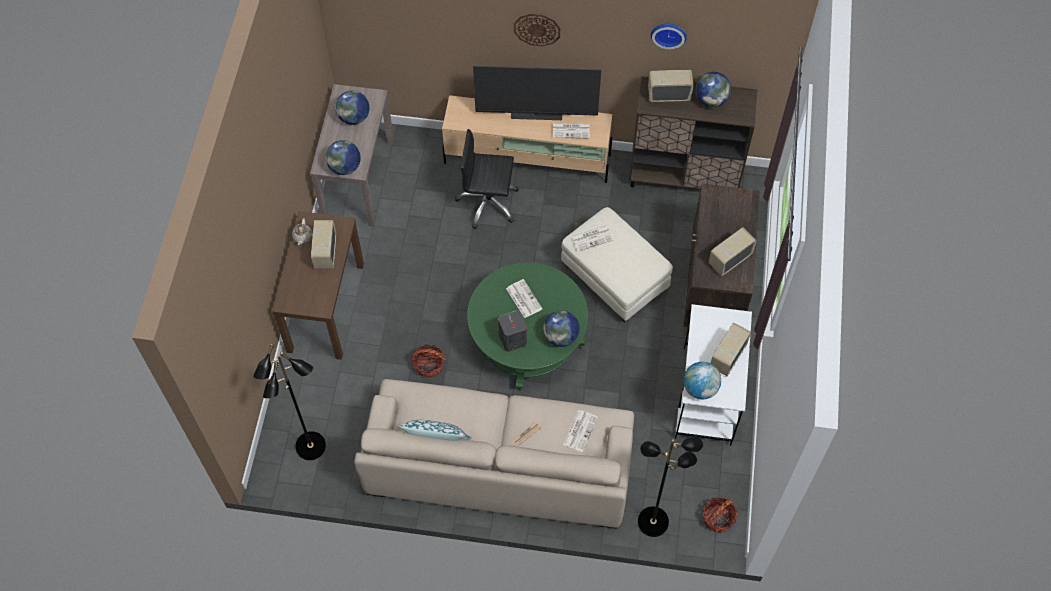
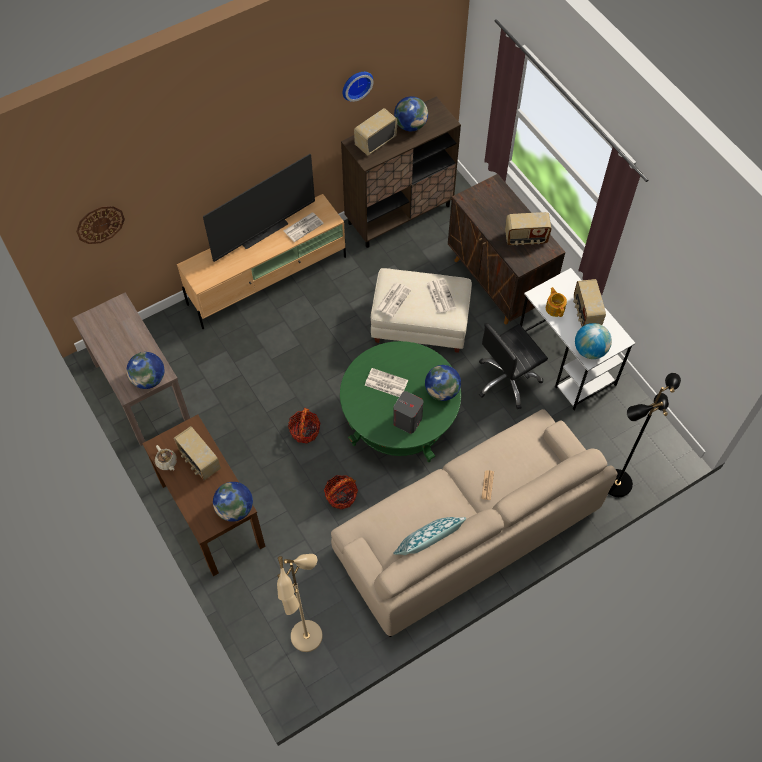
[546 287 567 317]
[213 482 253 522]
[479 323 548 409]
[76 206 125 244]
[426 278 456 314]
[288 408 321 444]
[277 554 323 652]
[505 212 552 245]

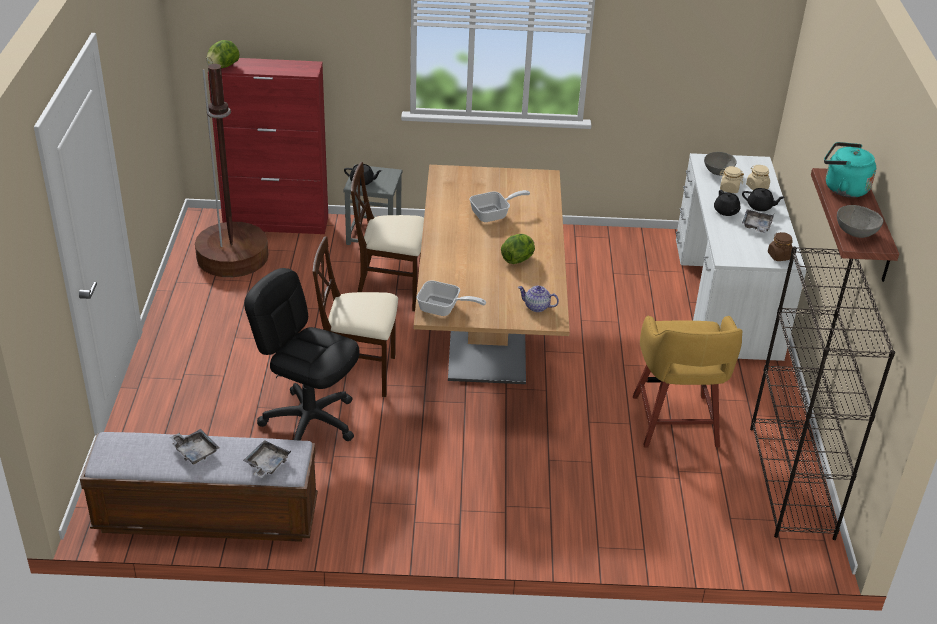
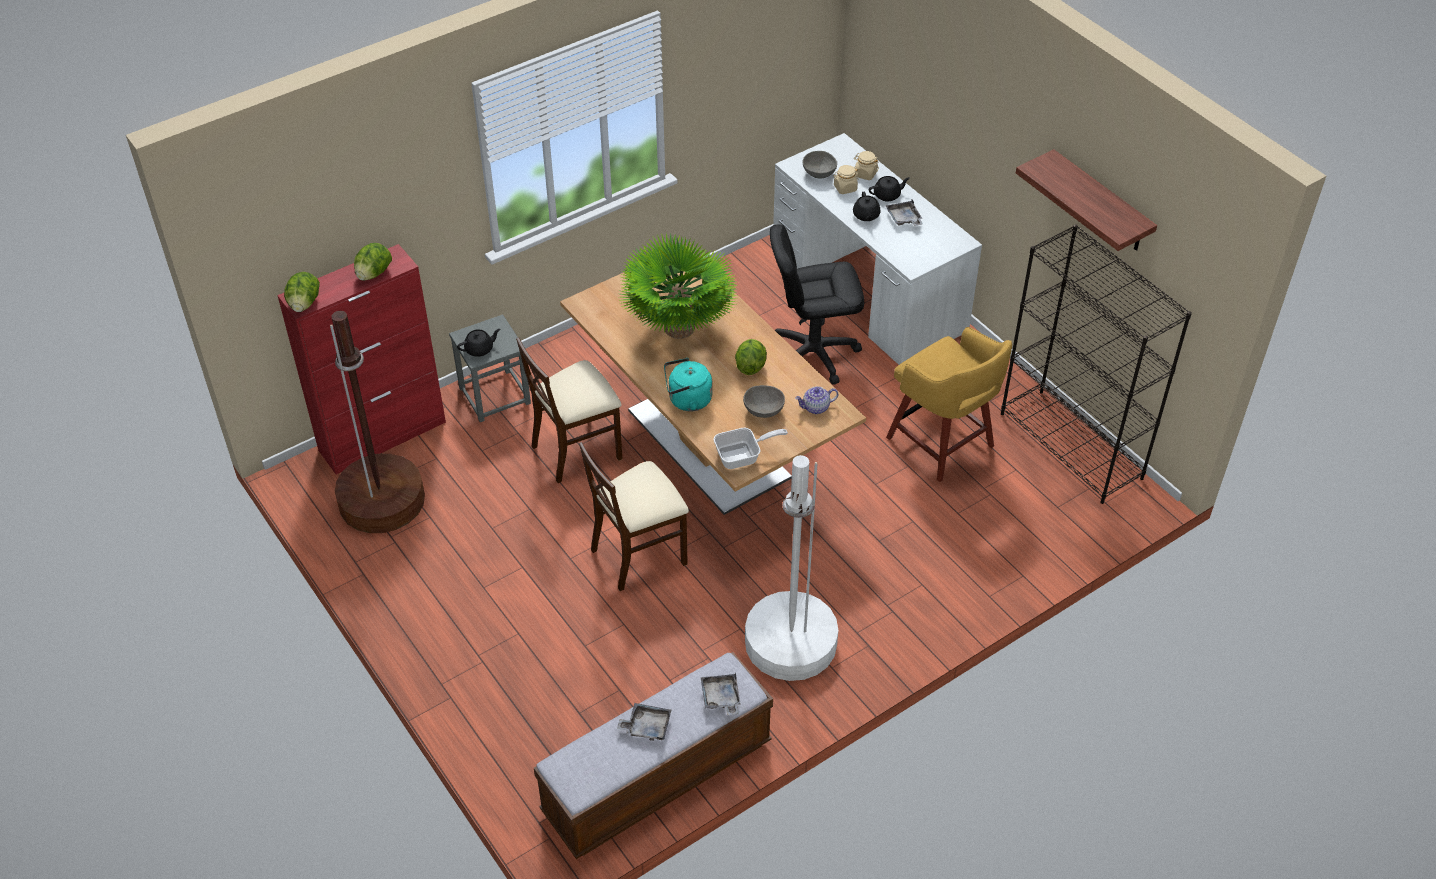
[768 232 793 261] (first image)
[354 243 392 281]
[745 455 838 681]
[770 225 864 384]
[664 358 713 411]
[743 385 785 418]
[619 233 738 339]
[853 192 881 221]

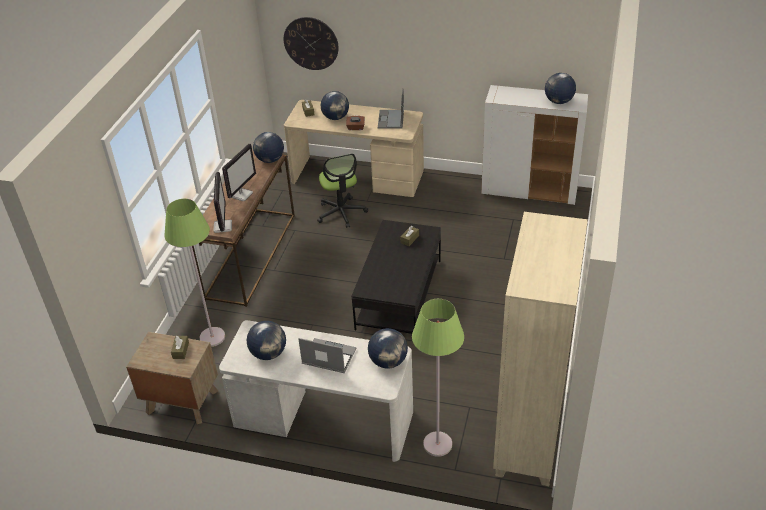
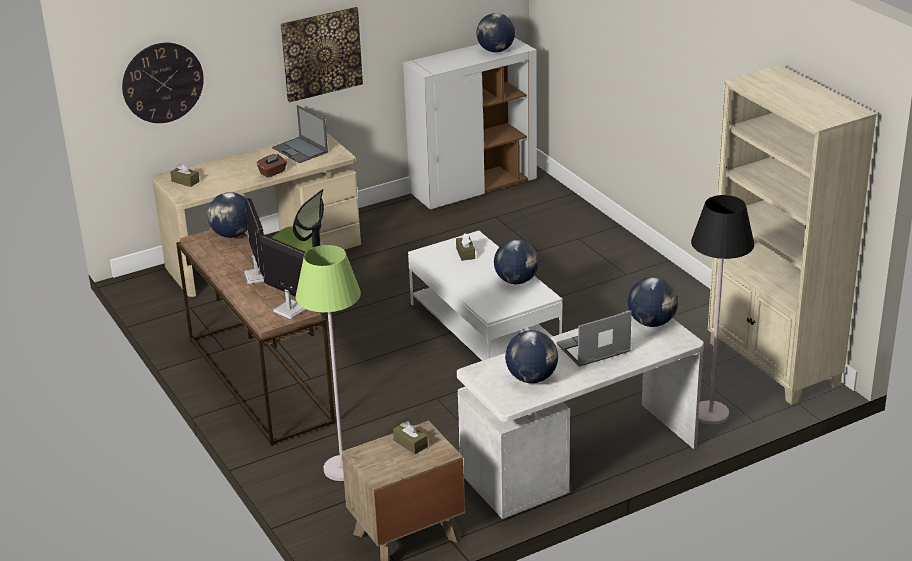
[280 7 363 102]
[494 240 539 284]
[408 231 562 361]
[691 195 754 425]

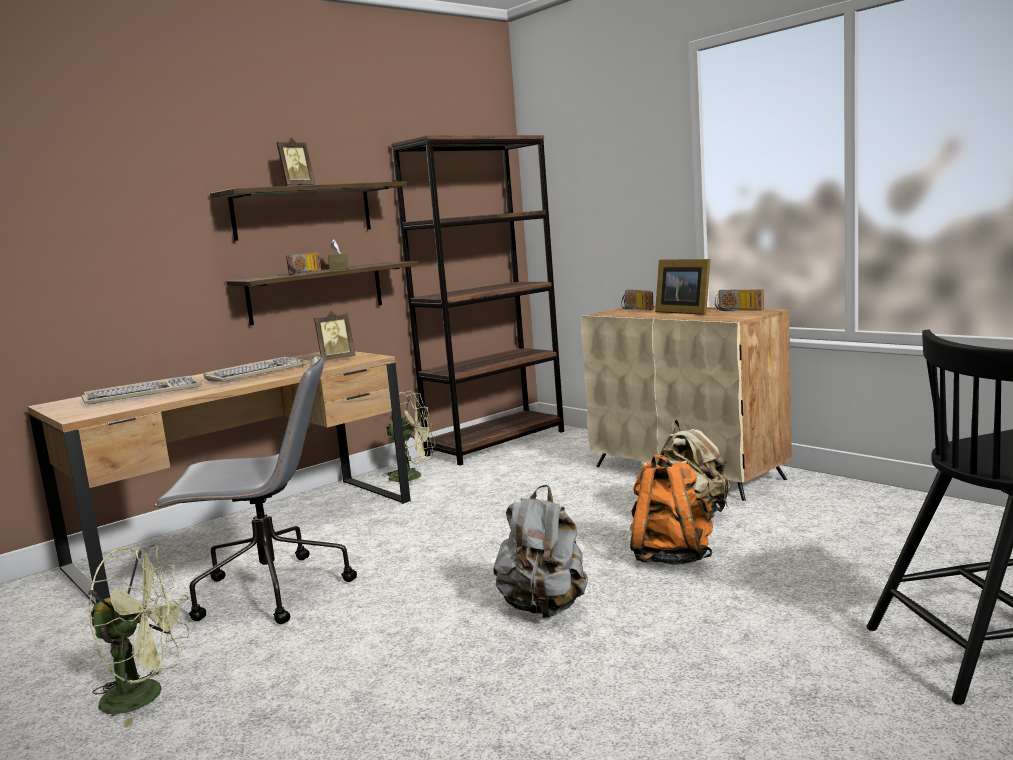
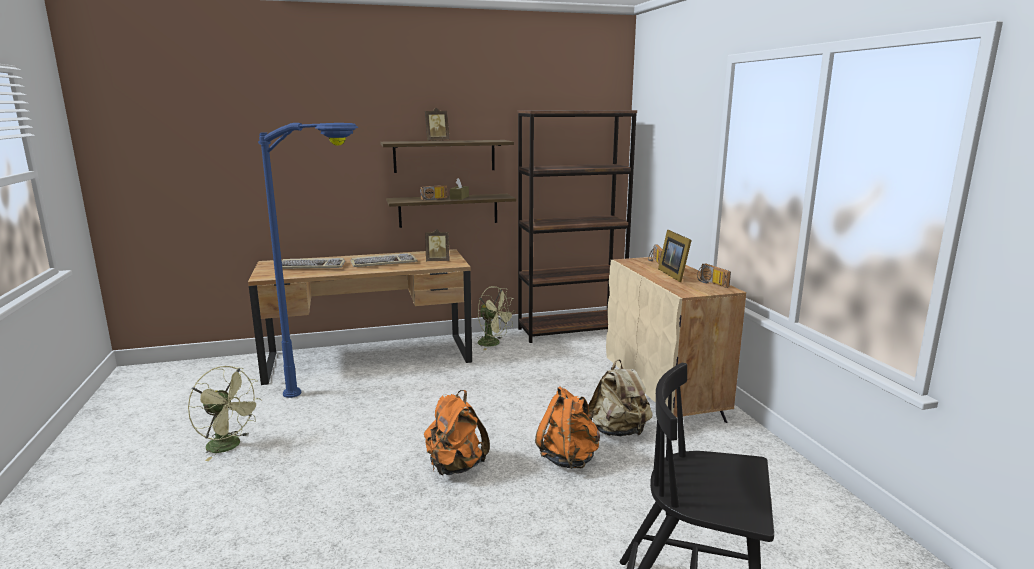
[258 123 358 398]
[424 390 490 476]

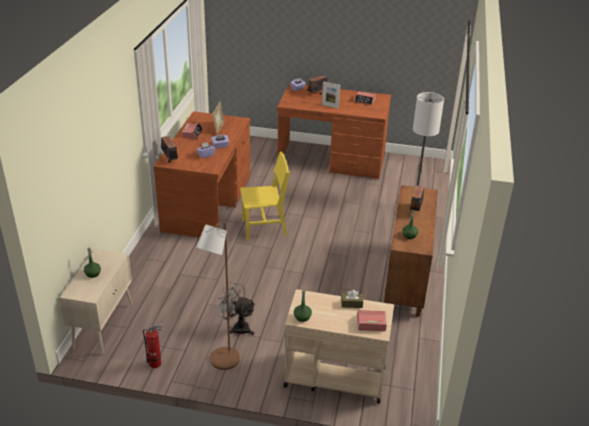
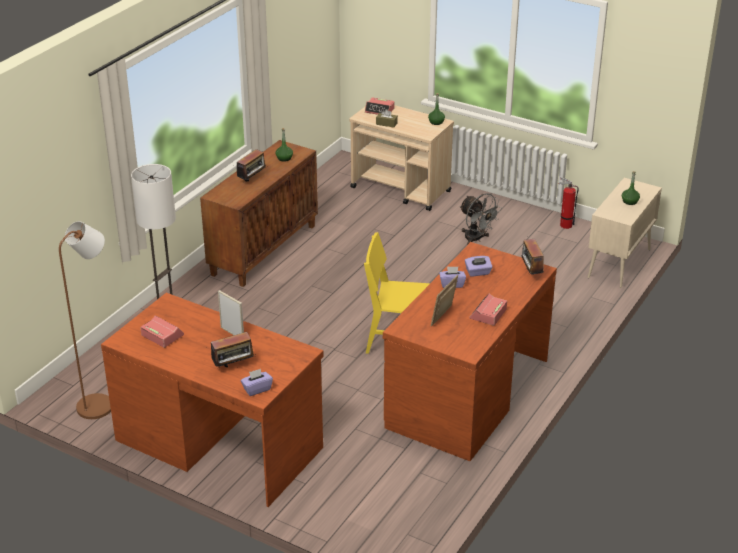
[59 221 111 419]

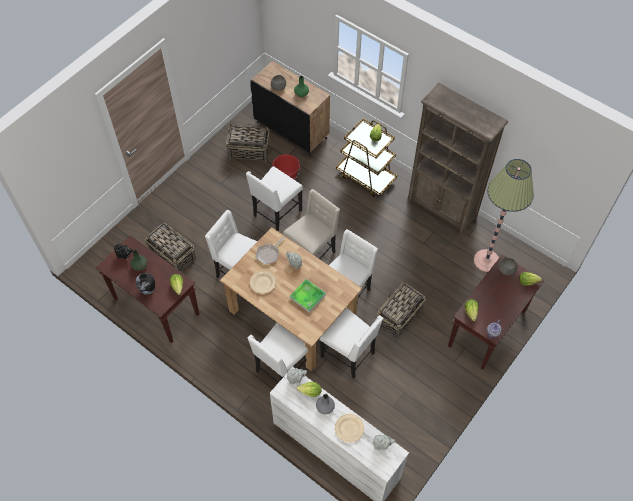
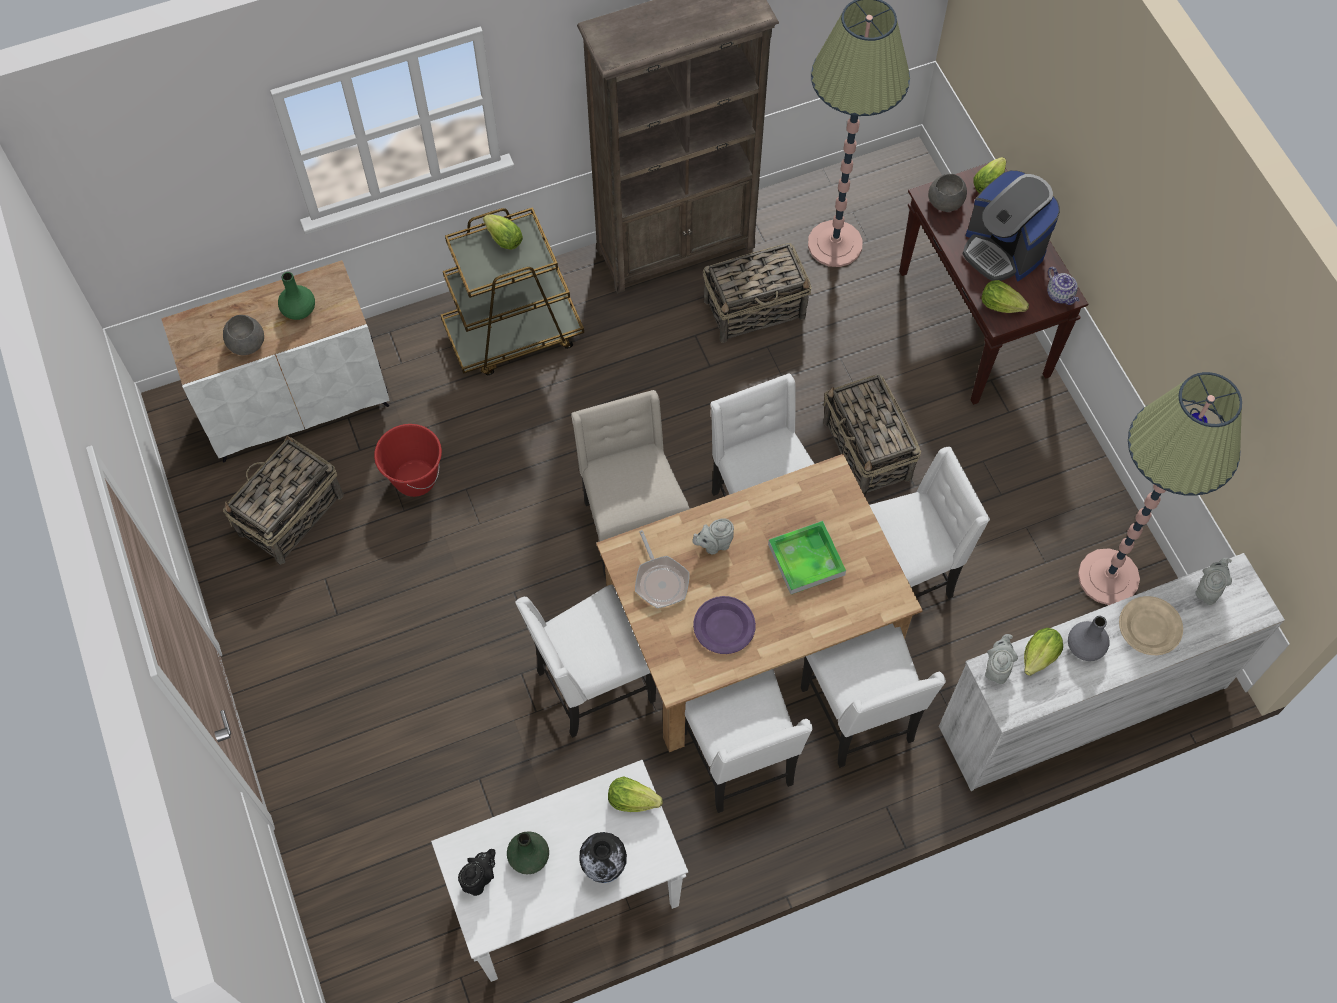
[962 170 1060 281]
[1078 372 1242 605]
[703 243 812 343]
[685 669 813 813]
[431 760 688 982]
[161 260 390 462]
[693 596 756 654]

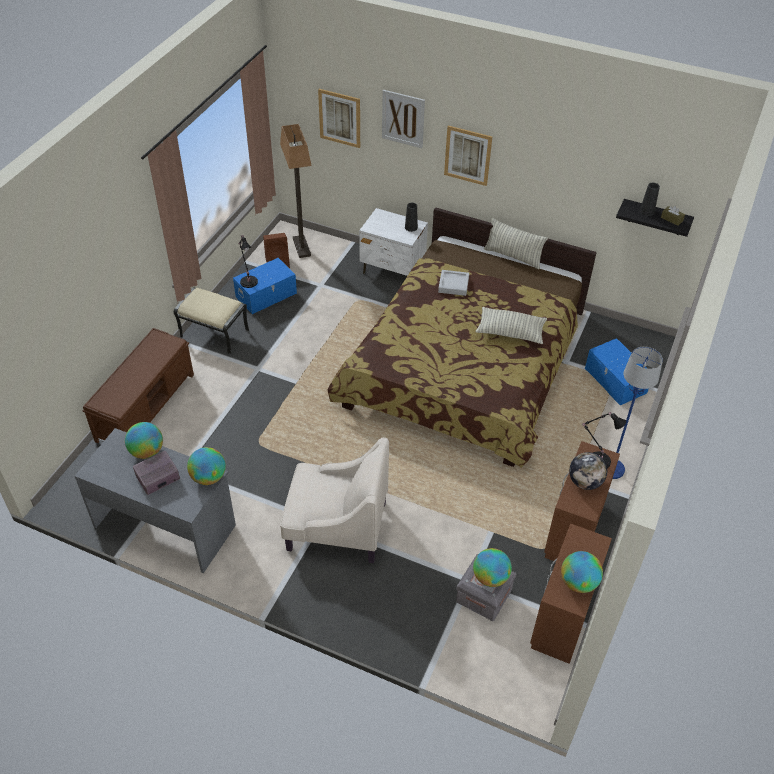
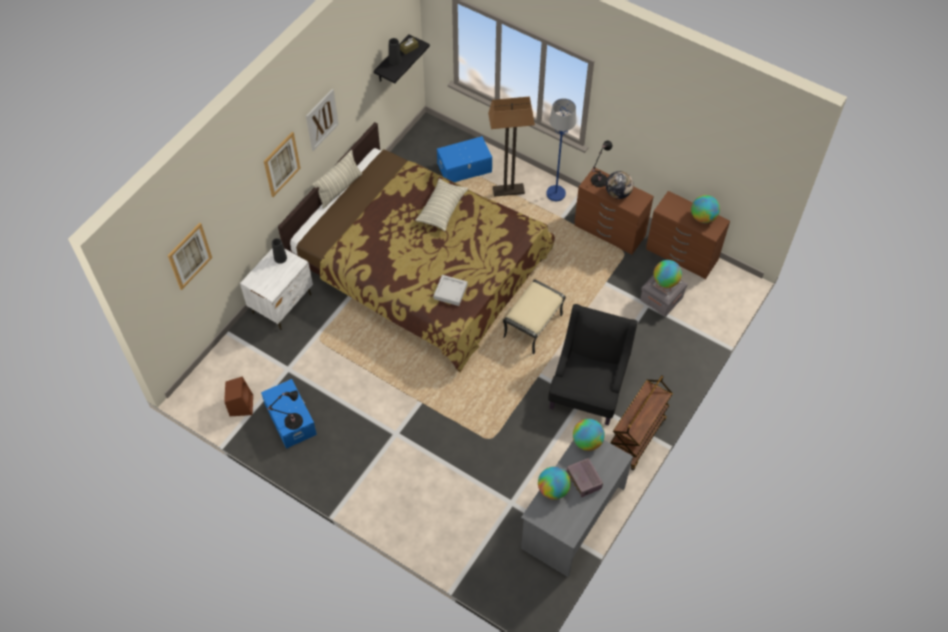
[82 328 194 443] (first image)
[611 375 673 470]
[503 280 566 354]
[488 96 535 197]
[306 89 339 151]
[434 275 467 306]
[548 304 638 426]

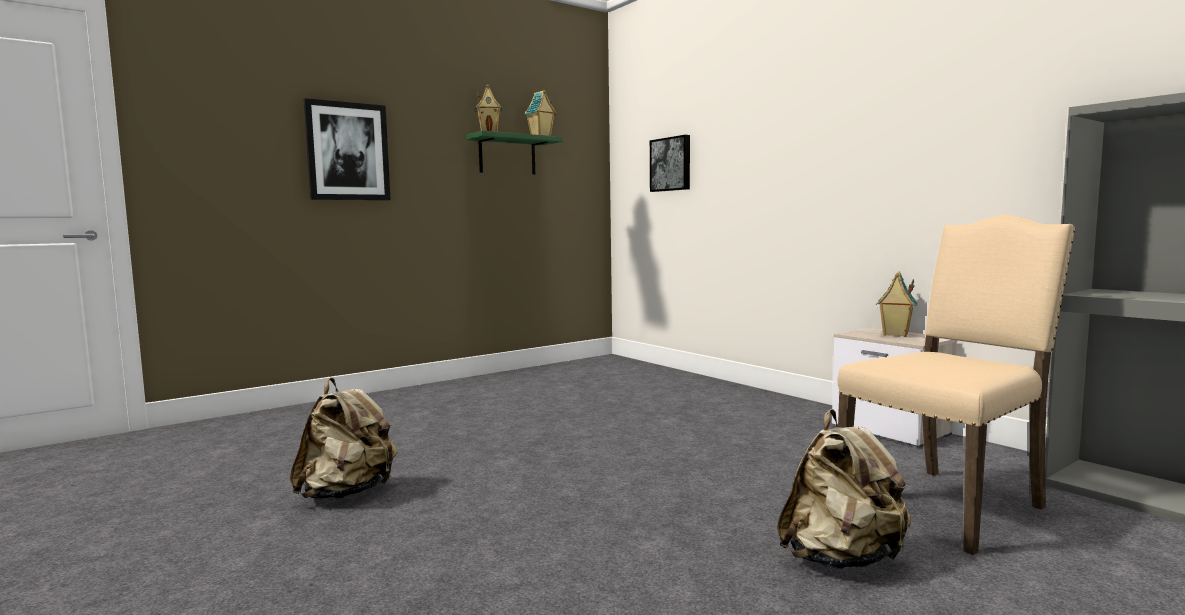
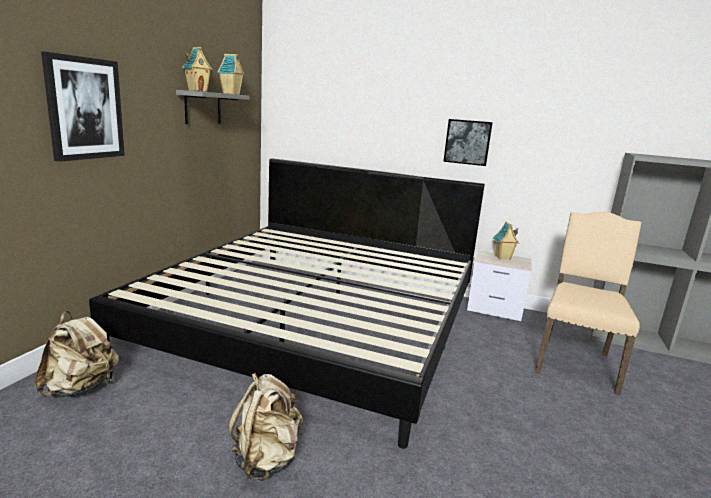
[89 158 485 449]
[443 119 493 166]
[34 311 119 397]
[176 90 250 124]

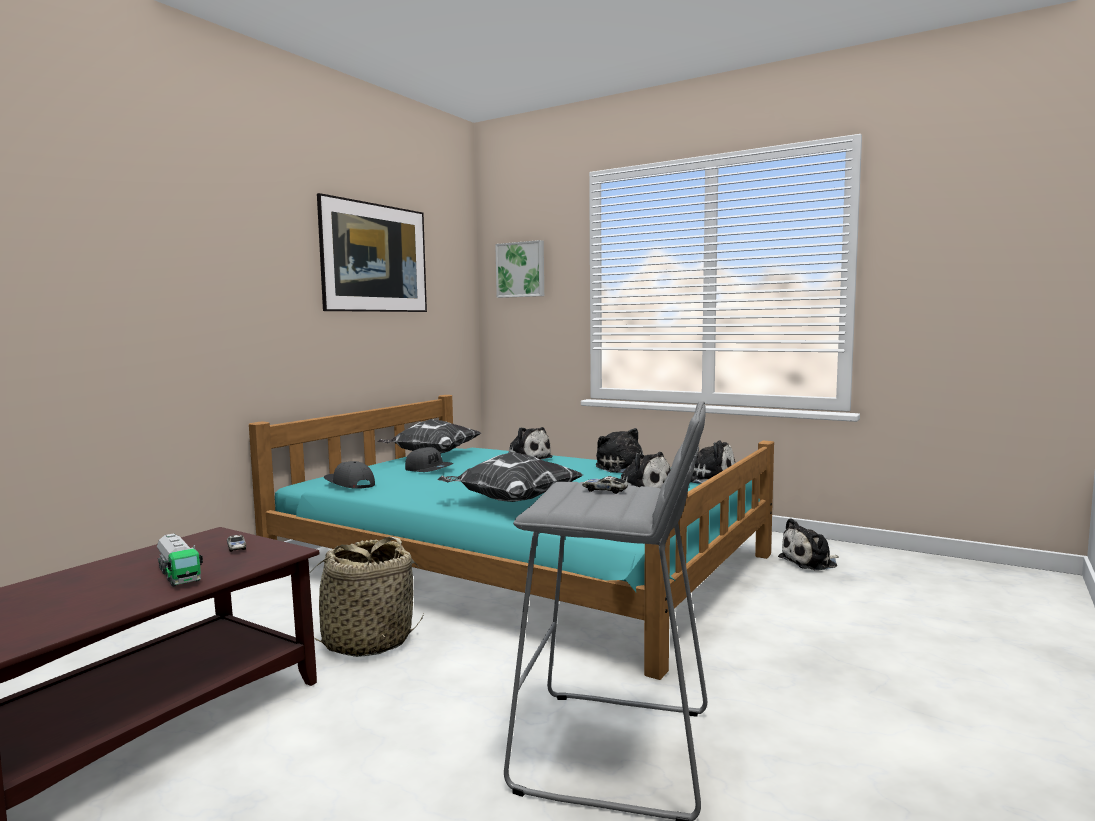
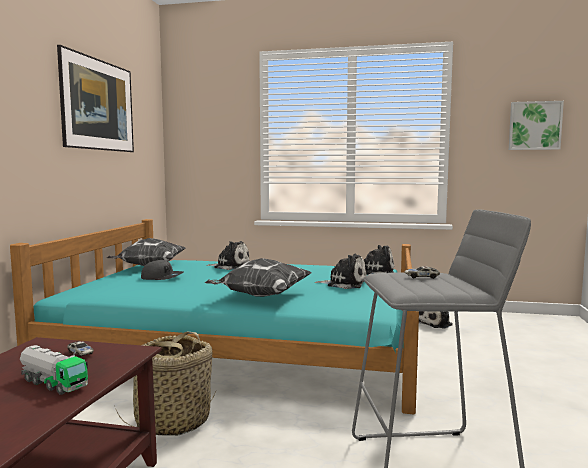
[324 461 375 489] (first image)
[596 428 643 473] (first image)
[509 101 564 150]

